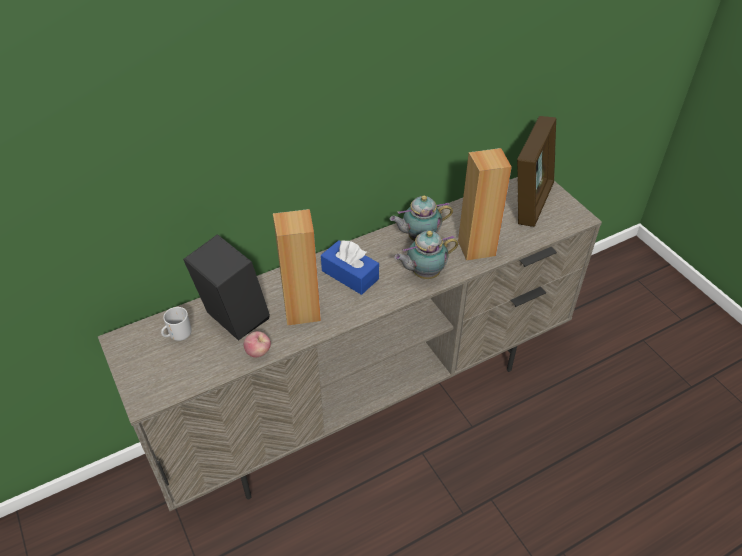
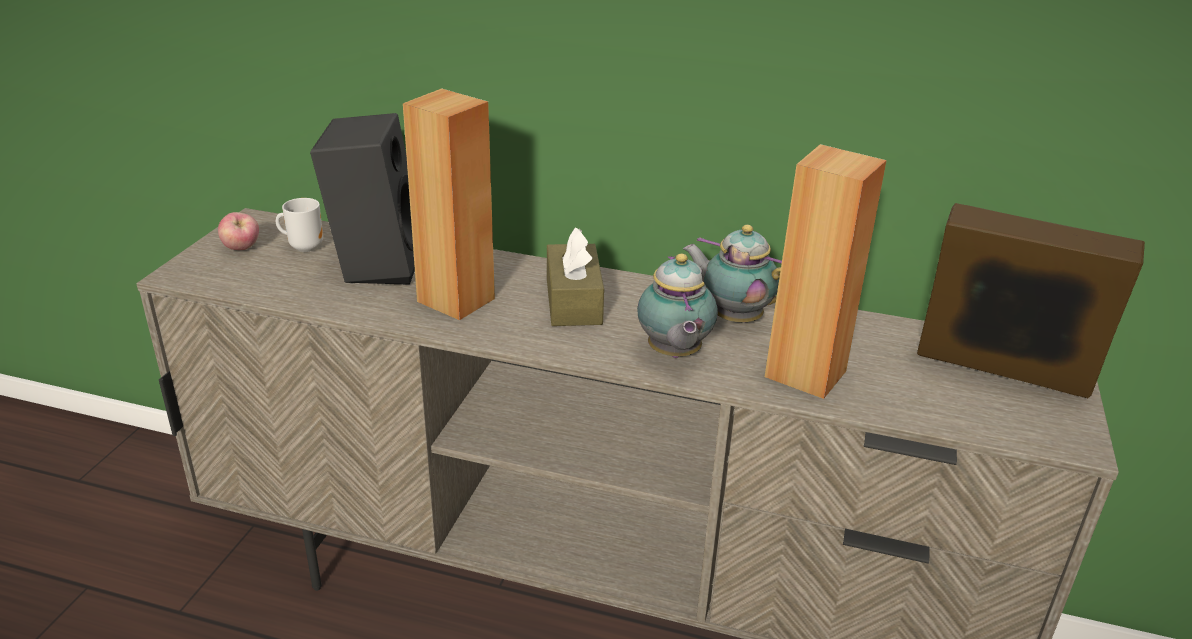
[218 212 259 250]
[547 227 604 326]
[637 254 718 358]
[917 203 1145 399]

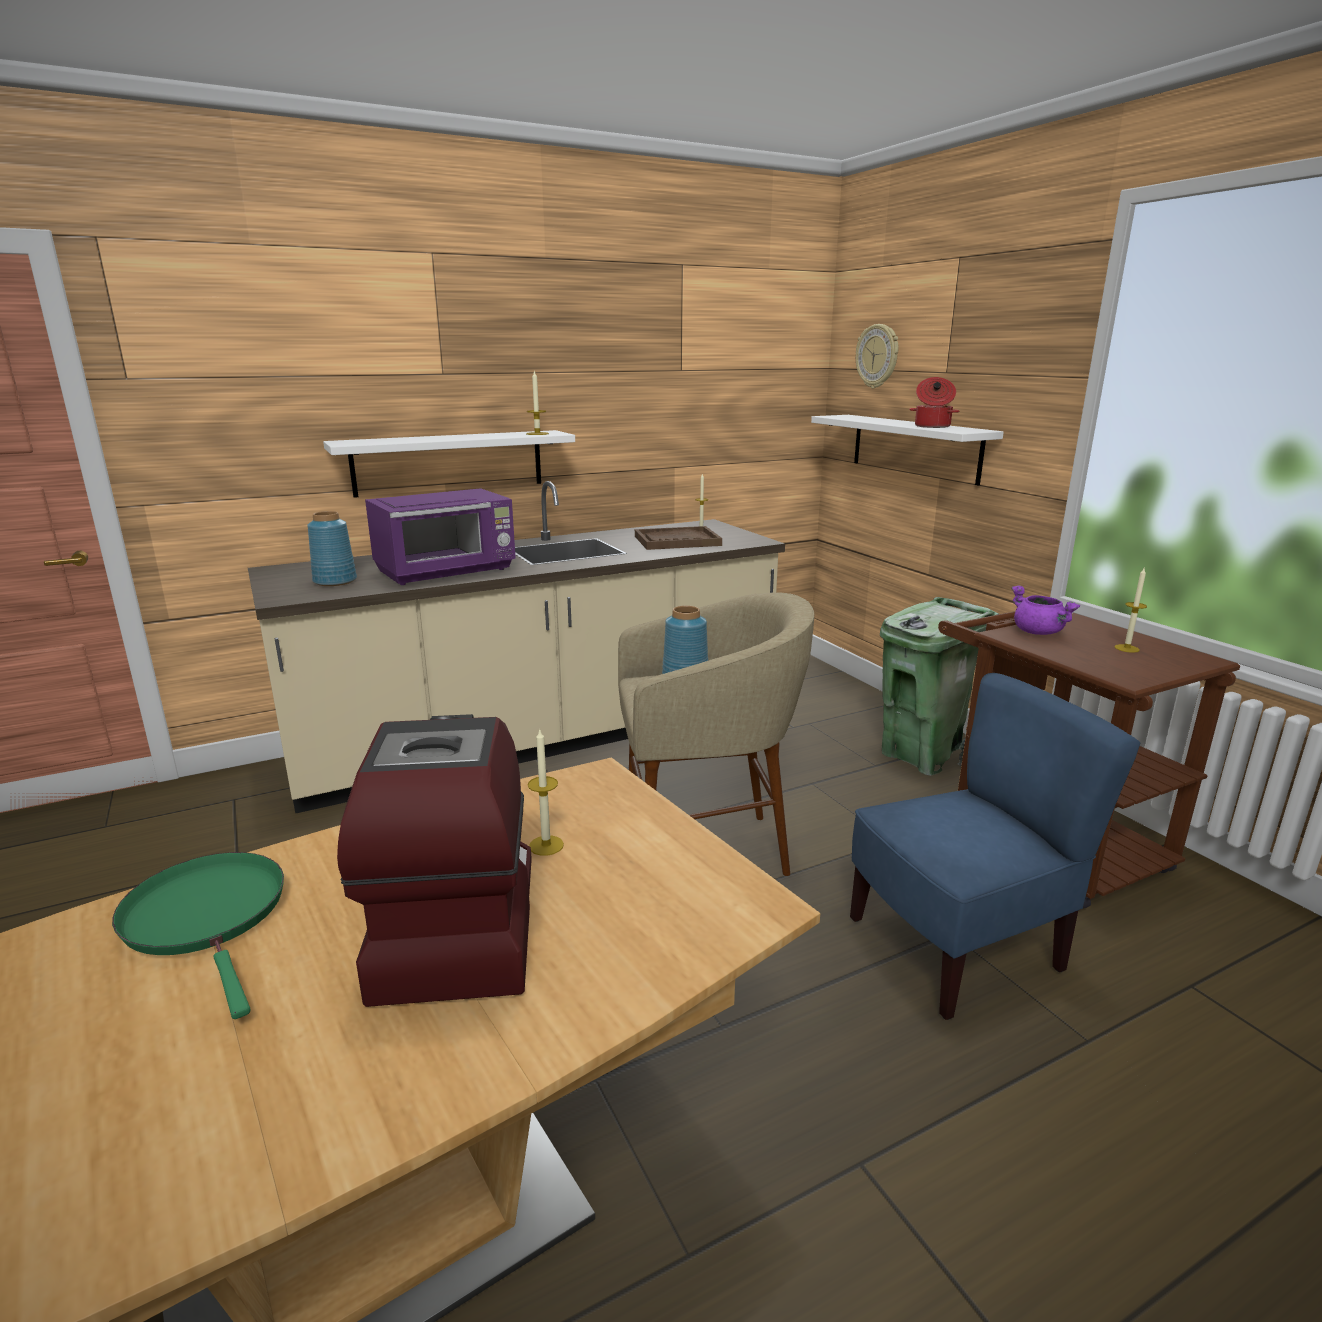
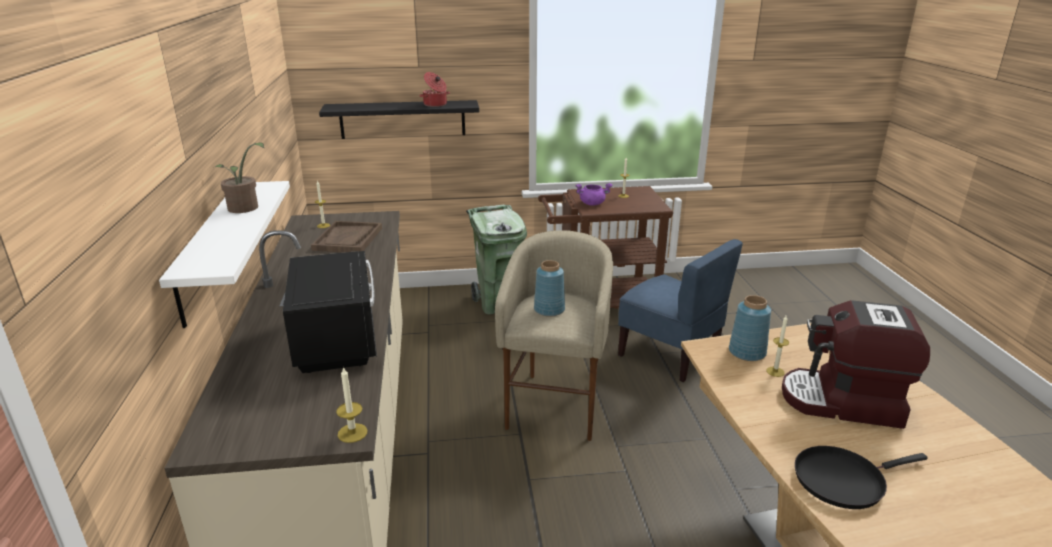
[856 324 898 388] (first image)
[215 142 264 213]
[729 295 771 361]
[336 366 368 443]
[795 446 928 509]
[283 251 377 373]
[319 100 479 139]
[618 239 743 382]

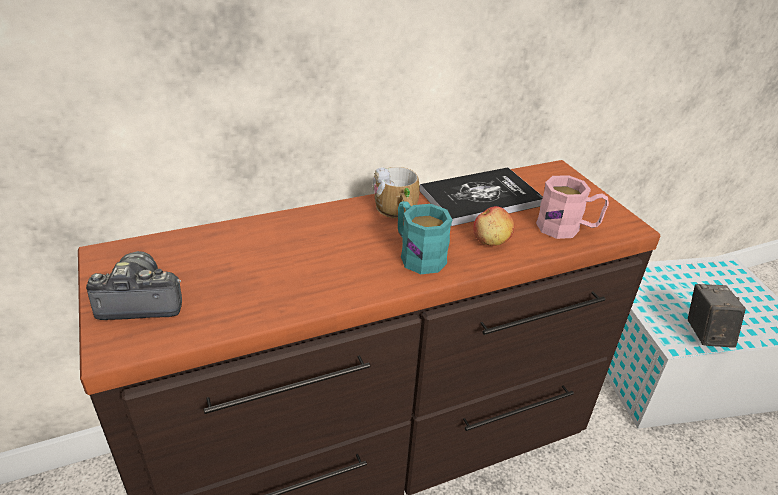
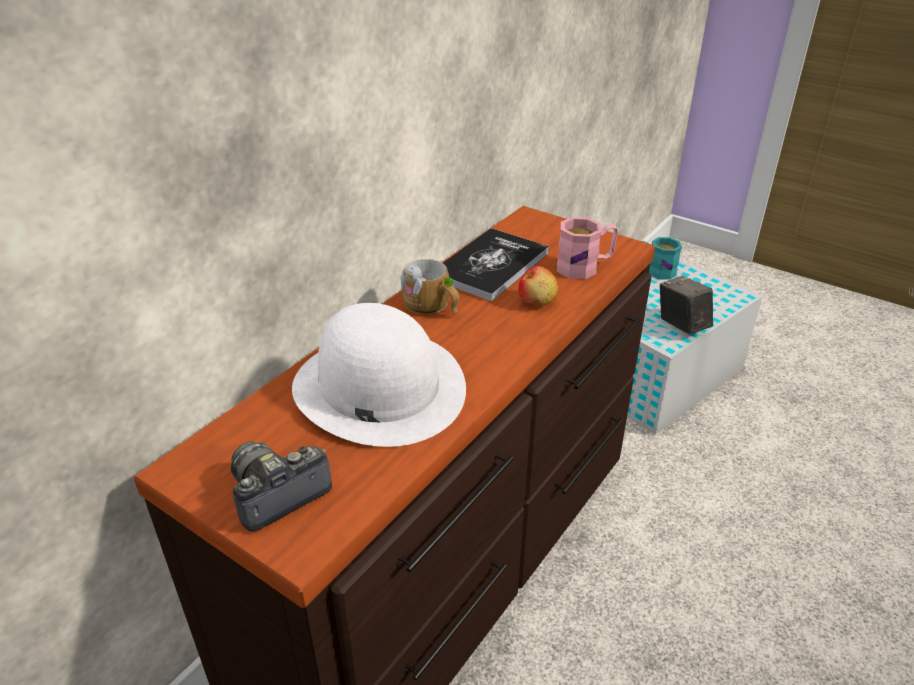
[292 303 466 447]
[642 237 682 280]

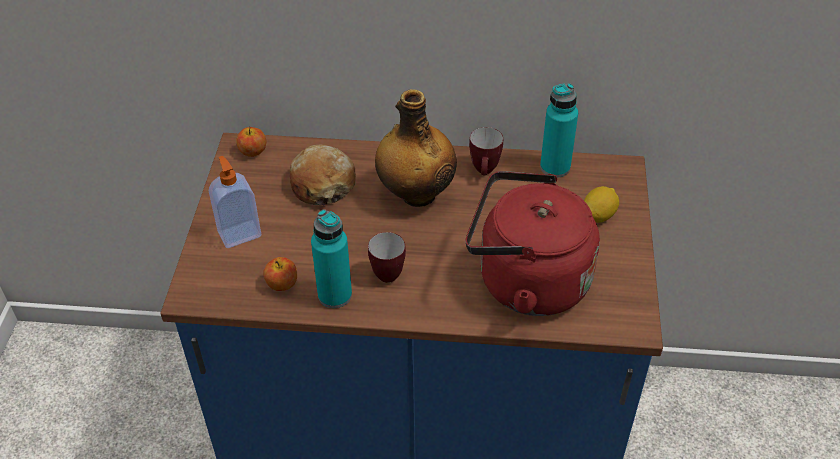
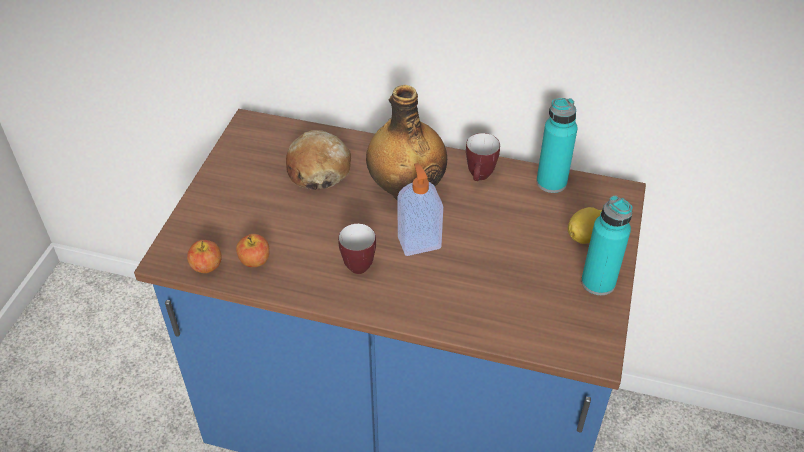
[466 171 600 316] (first image)
[398 163 443 256]
[187 240 222 273]
[581 196 633 295]

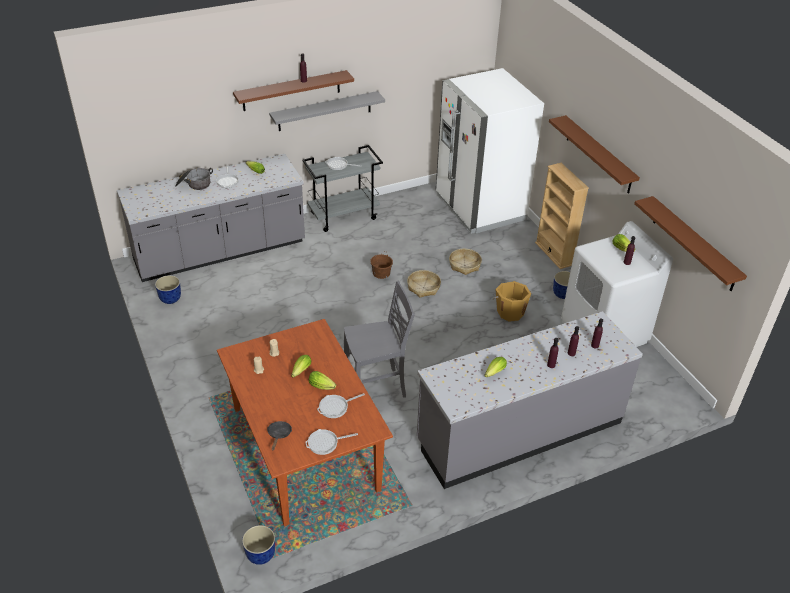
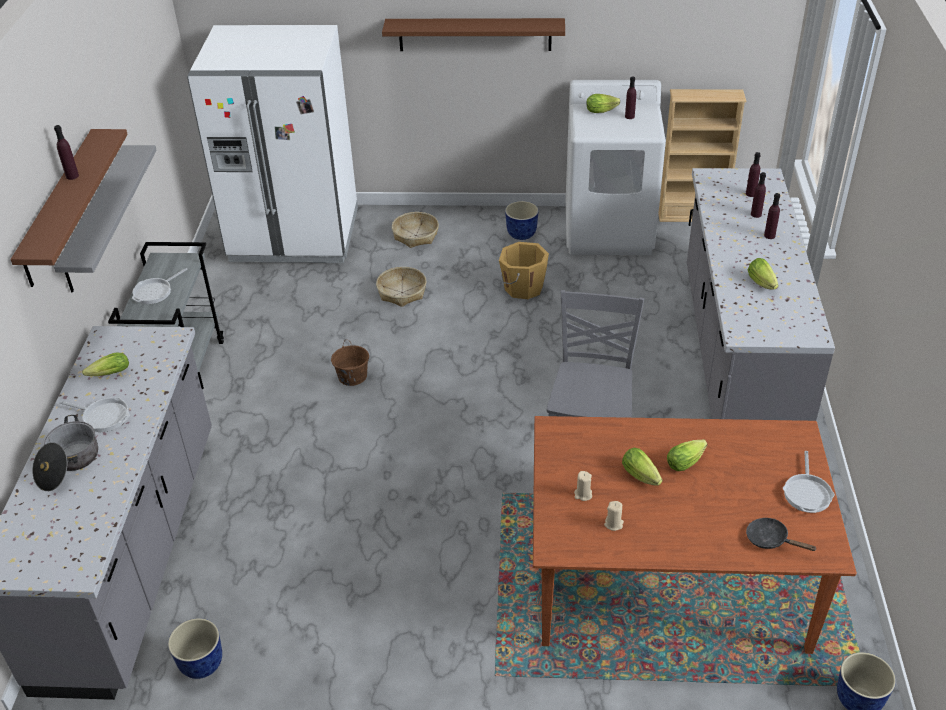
[317 393 365 418] (first image)
[634 196 747 291] (first image)
[392 212 439 248]
[658 89 746 222]

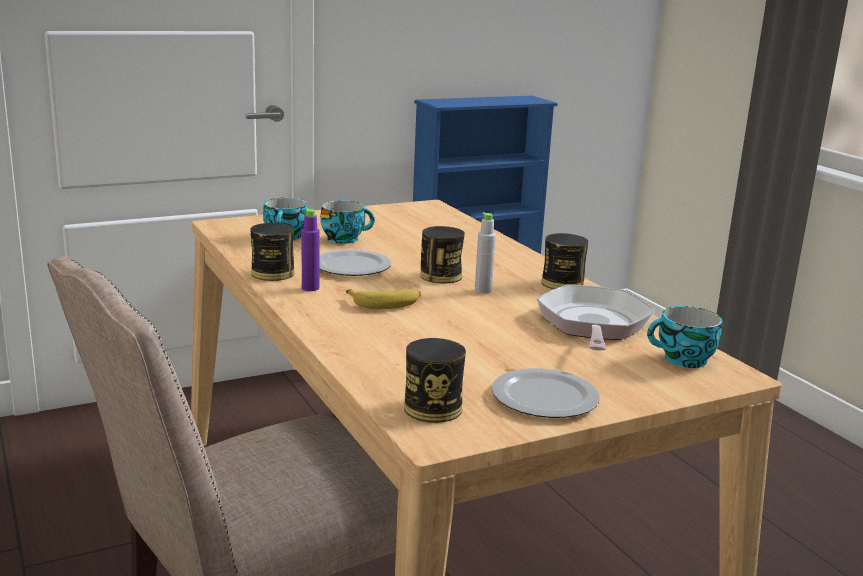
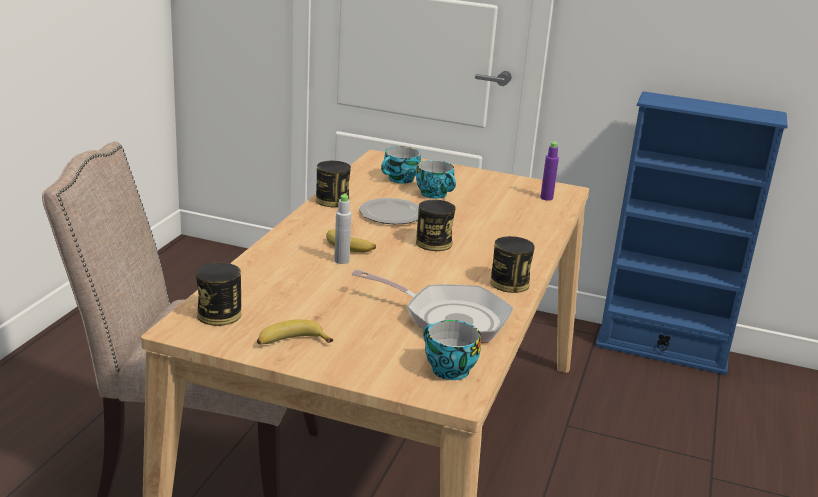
[540 141 559 201]
[334 193 352 264]
[257 319 333 345]
[351 269 514 343]

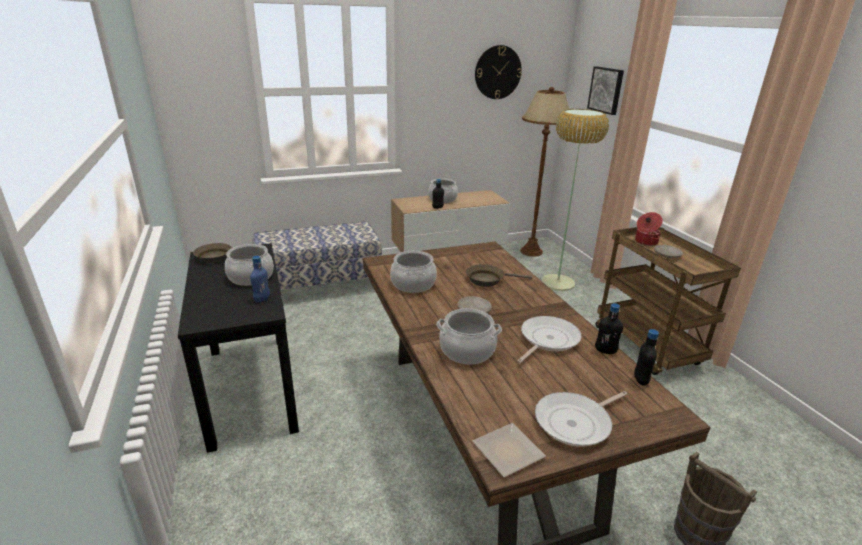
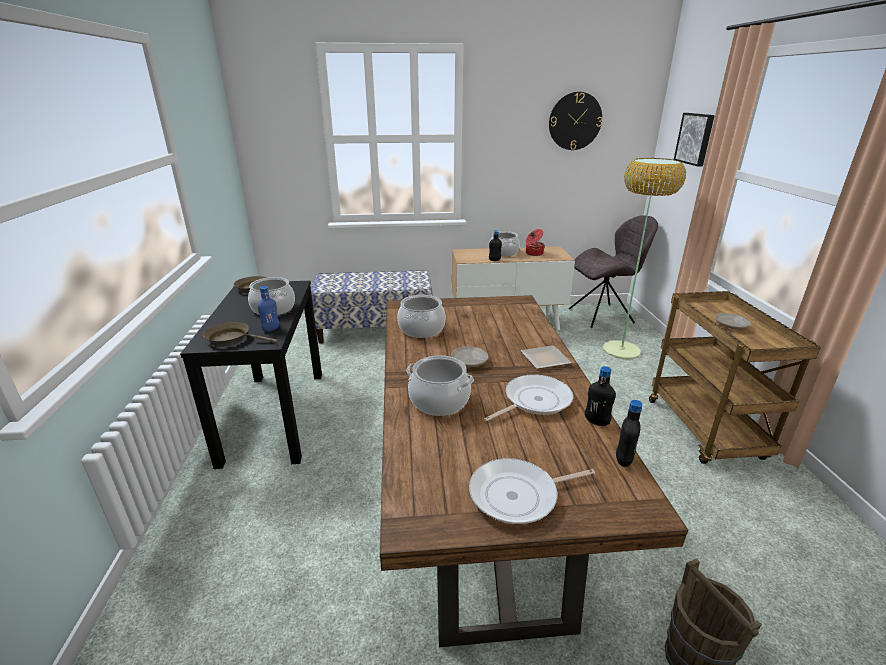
[203 322 278 347]
[520 345 572 369]
[526 229 545 256]
[569 215 658 328]

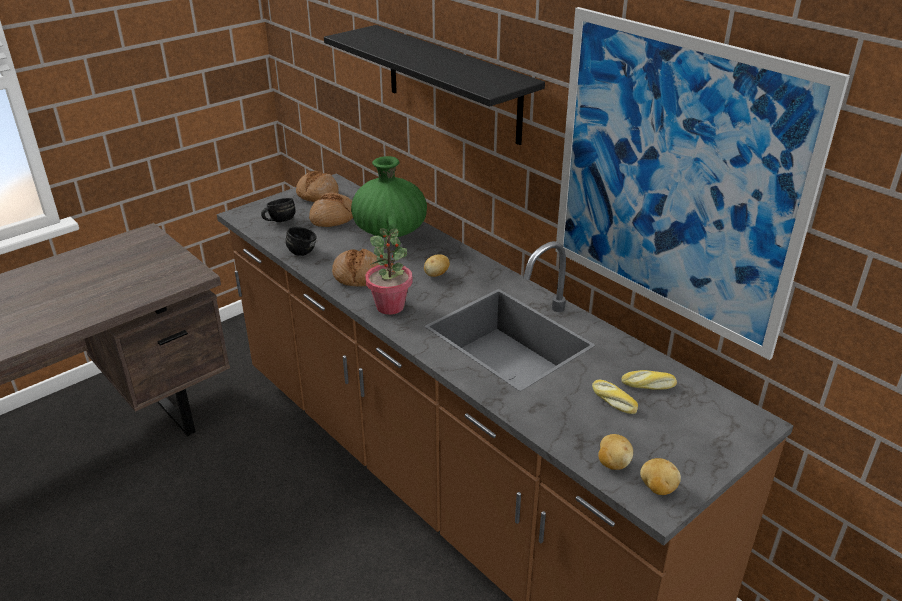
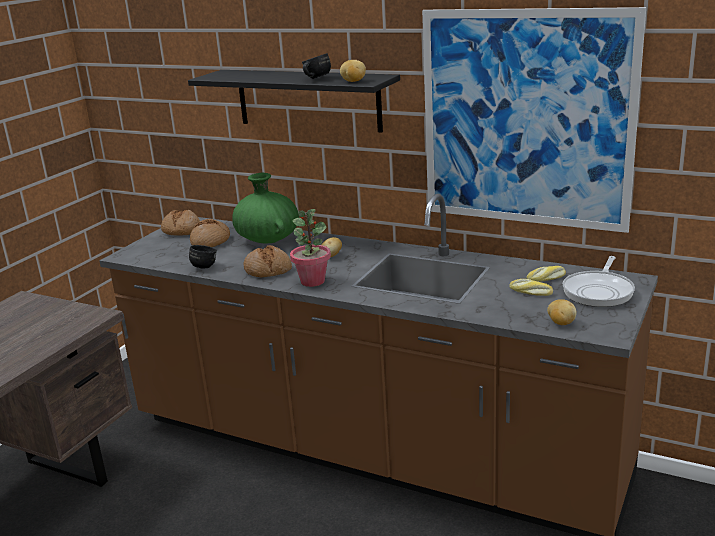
[563 256 635 307]
[302 53 331 79]
[340 60 366 82]

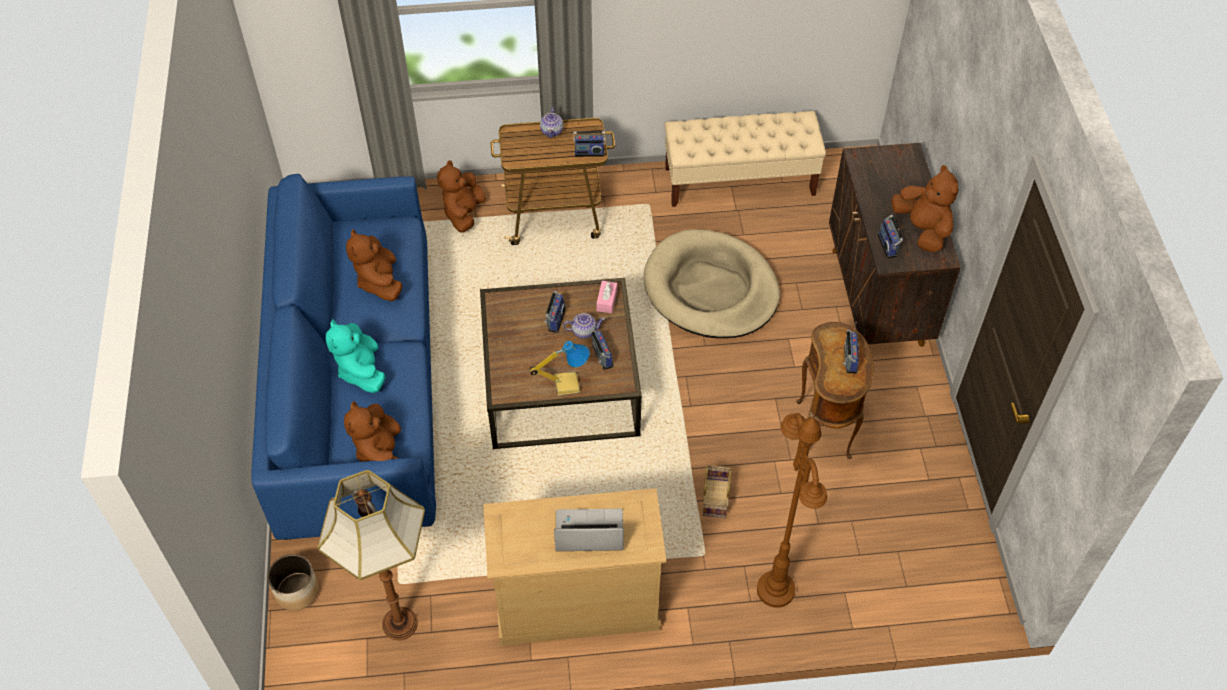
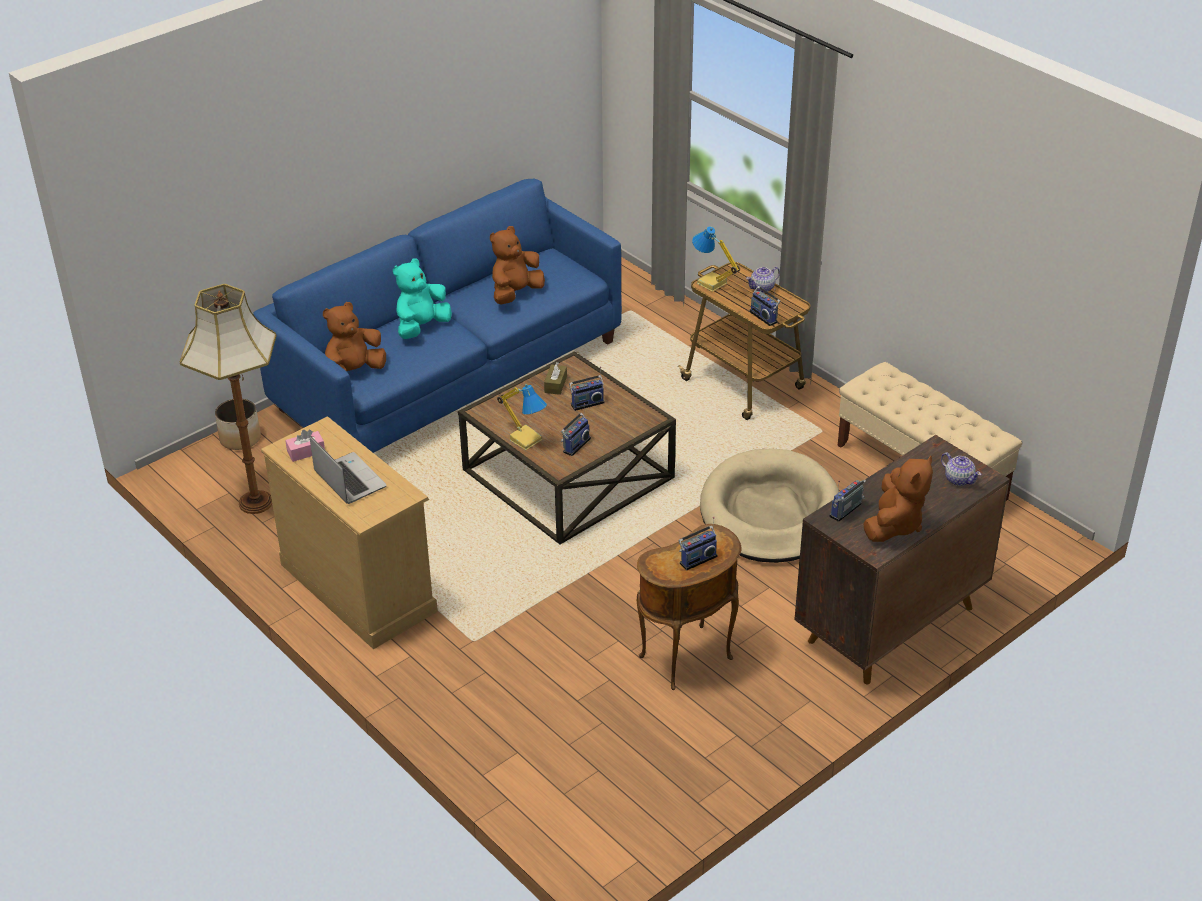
[437 160 486 233] (first image)
[702 465 732 518] (first image)
[757 413 827 608] (first image)
[544 362 567 395]
[692 226 740 292]
[941 453 981 486]
[285 429 325 462]

